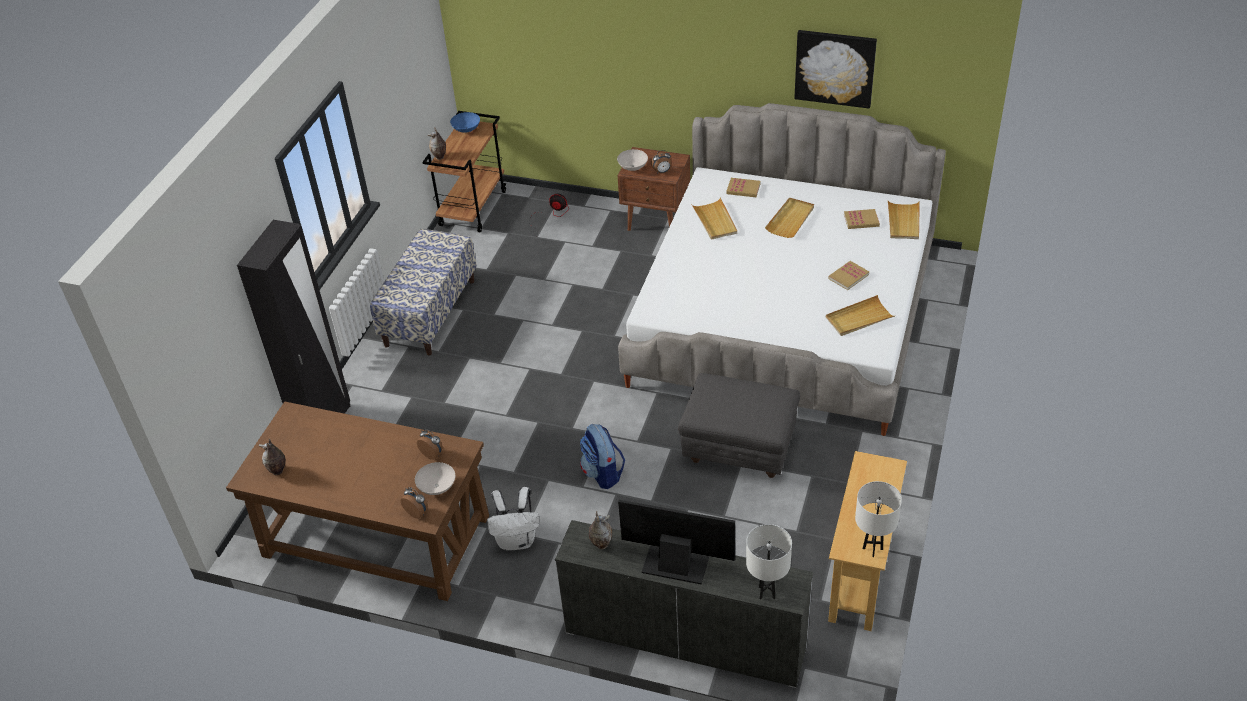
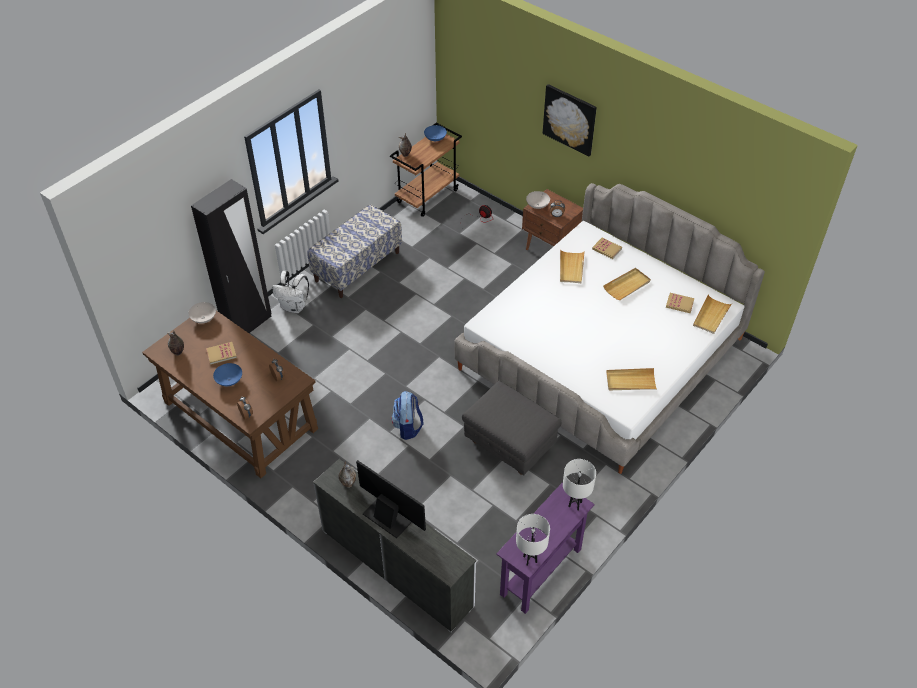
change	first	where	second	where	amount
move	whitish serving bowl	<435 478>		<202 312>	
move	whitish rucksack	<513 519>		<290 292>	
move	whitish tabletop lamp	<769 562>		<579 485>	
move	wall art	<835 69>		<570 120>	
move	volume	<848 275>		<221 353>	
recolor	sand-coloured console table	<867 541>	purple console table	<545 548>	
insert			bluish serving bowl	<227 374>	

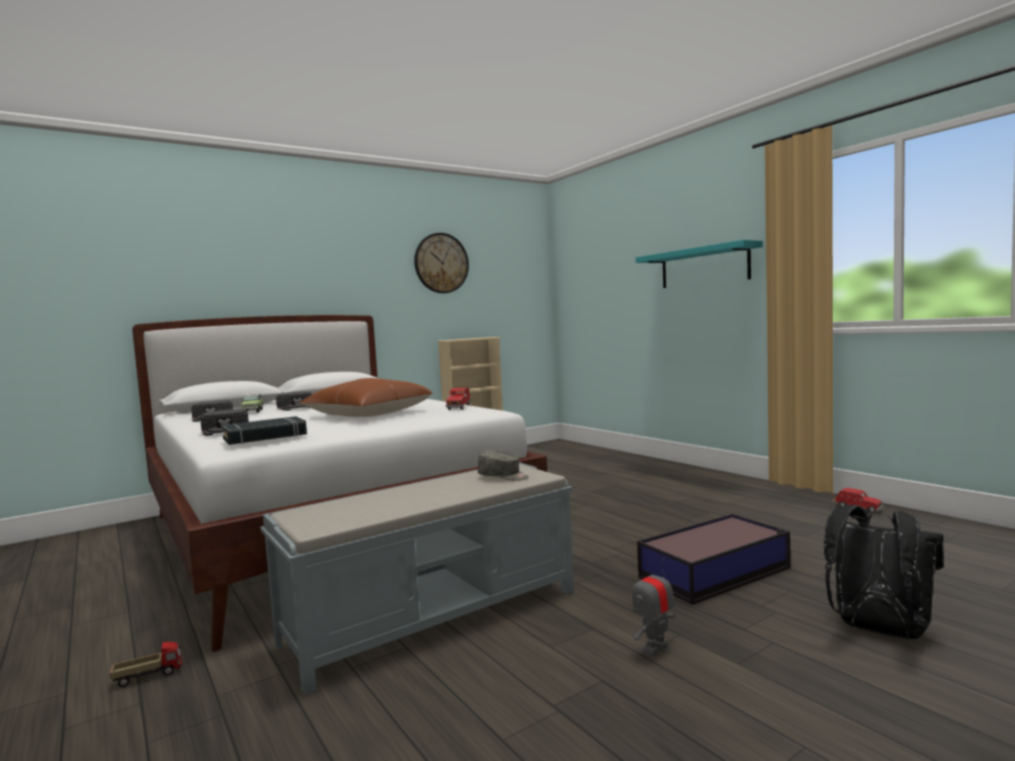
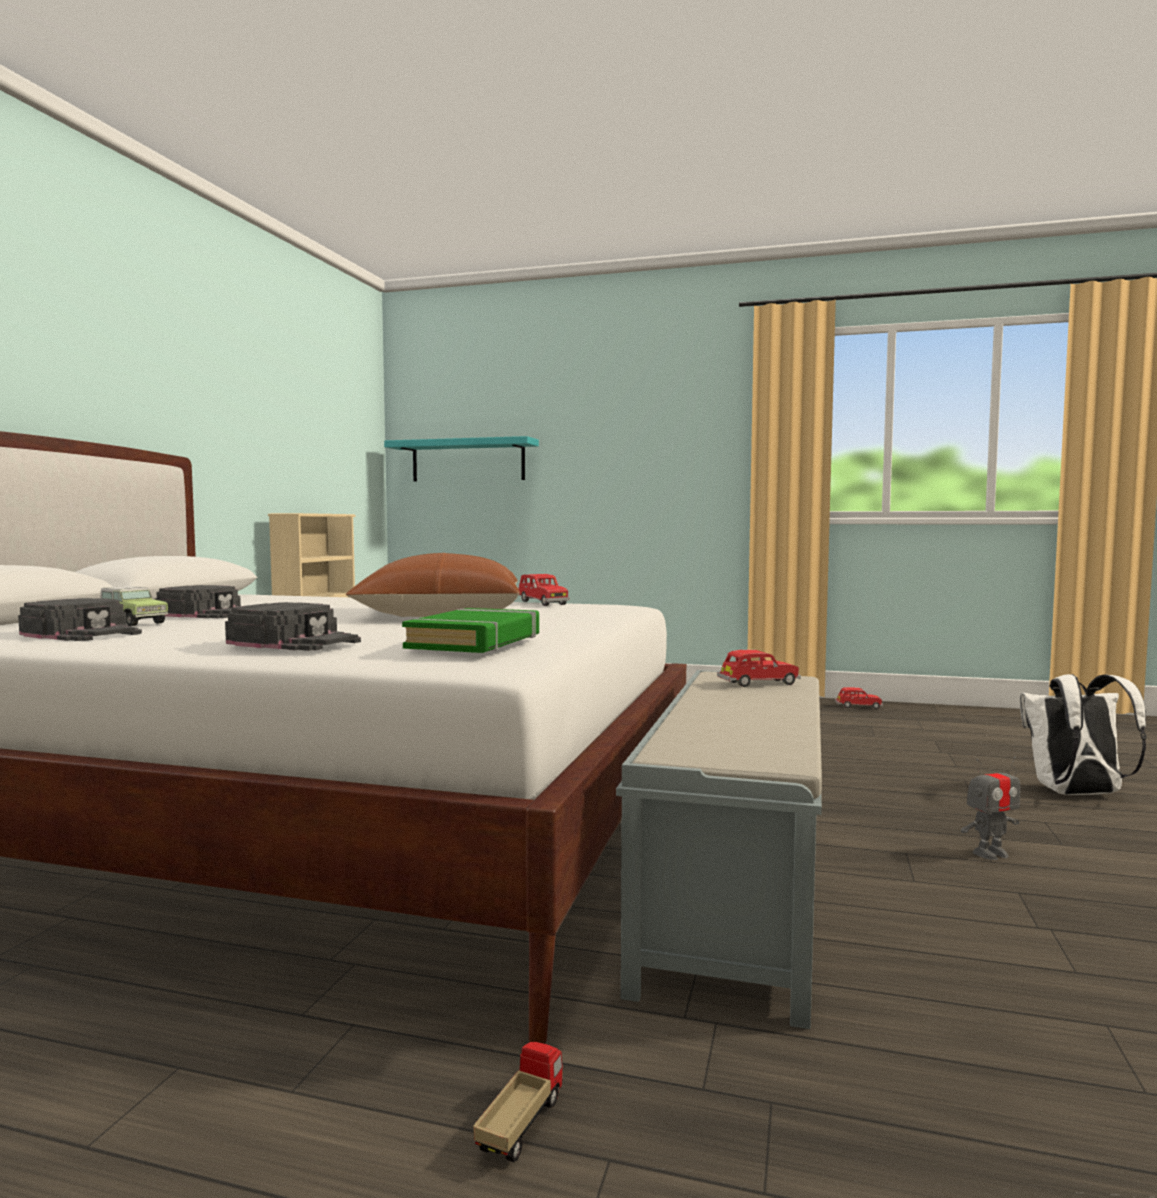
change	first	where	second	where	amount
recolor	black volume	<264 430>	green volume	<470 630>	
delete	wall clock	<441 263>			
replace	greyish cap	<503 466>	reddish toy car	<759 668>	
rotate	robot figure	<654 607>		<991 808>	120 degrees counterclockwise
move	blue-green shelf	<699 264>		<461 459>	
delete	storage container	<713 559>			
recolor	black rucksack	<884 572>	whitish rucksack	<1083 734>	

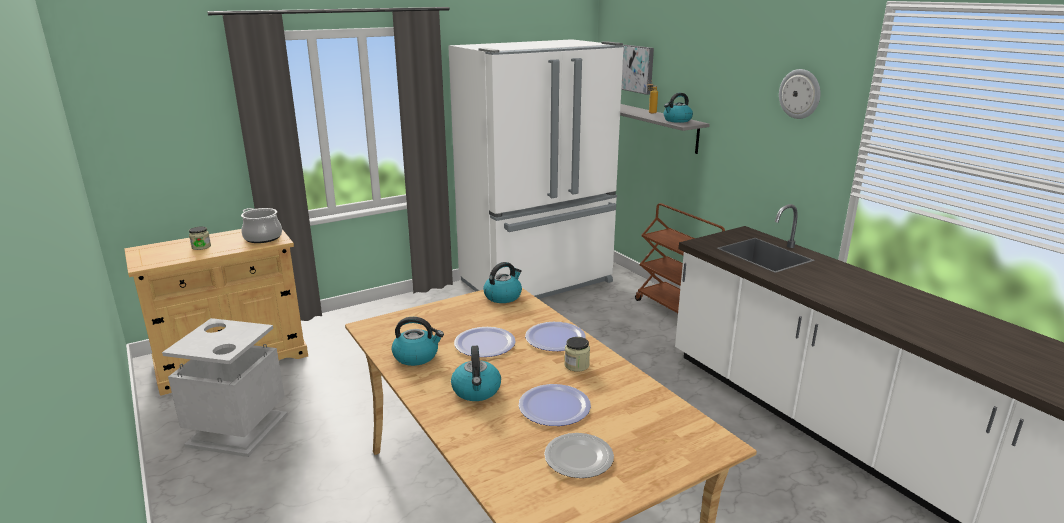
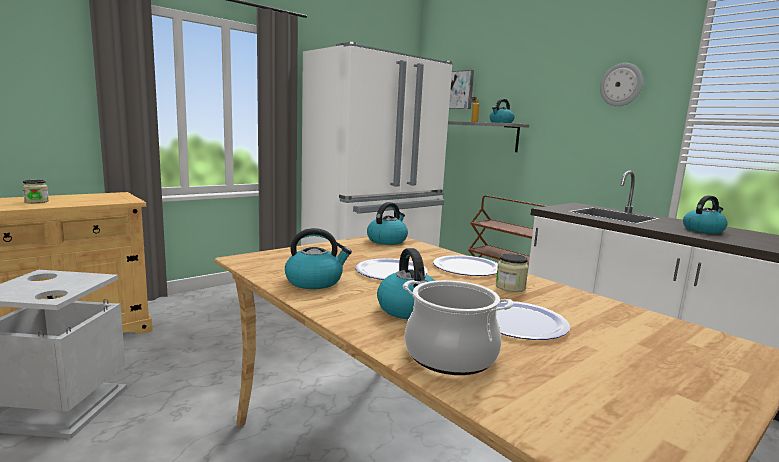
change	first	where	second	where	amount
move	stockpot	<261 225>		<458 327>	
delete	flat dish	<579 455>			
insert			water kettle	<705 214>	

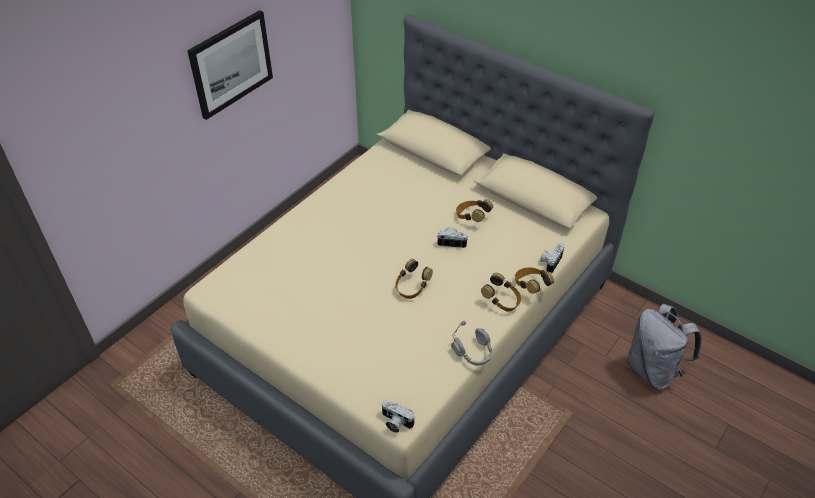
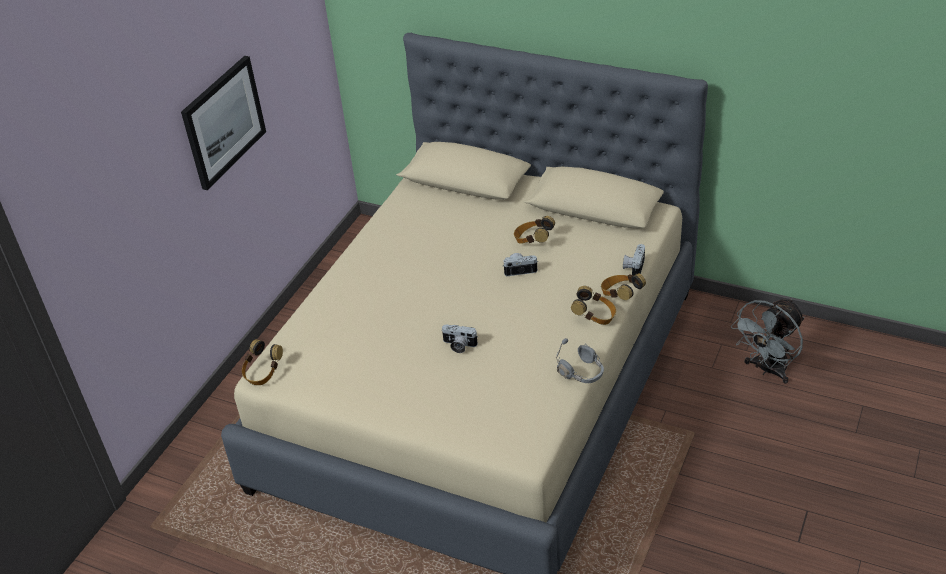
change	first	where	second	where	amount
move	still camera	<398 416>		<459 338>	
move	headset	<414 279>		<262 362>	
replace	greyish rucksack	<664 347>	greyish cooling fan	<768 341>	

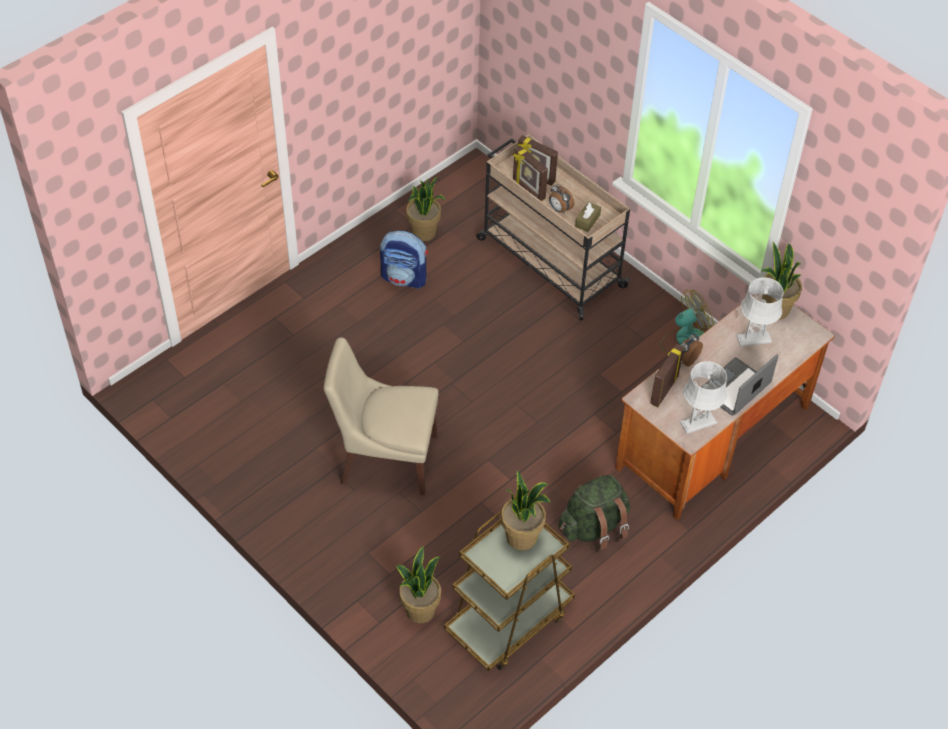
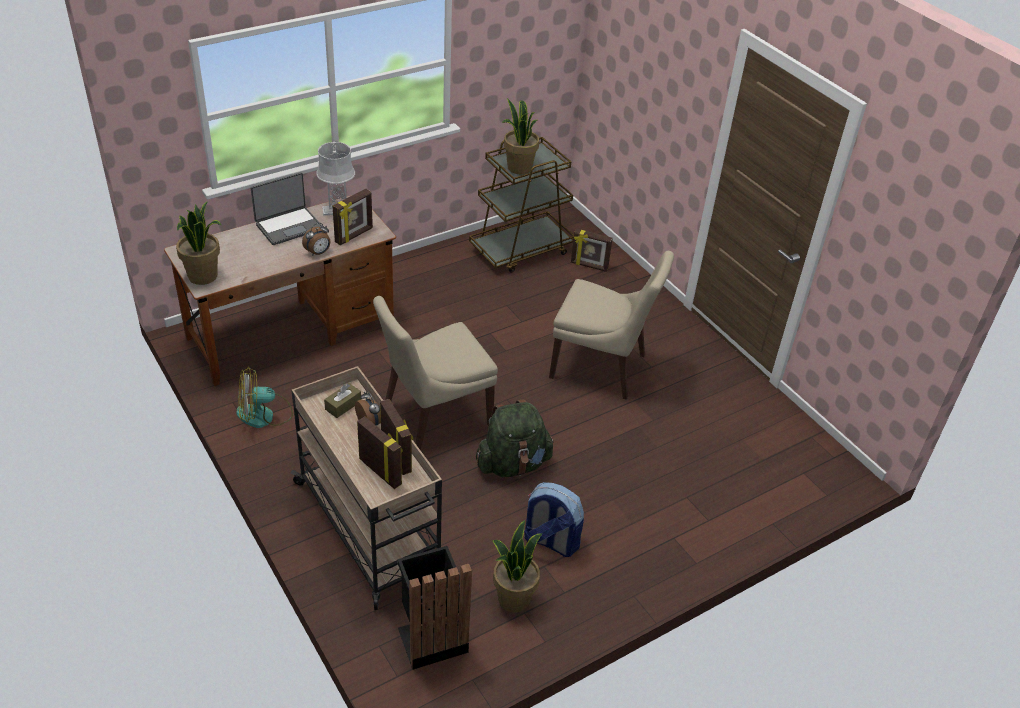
change	first	where	second	where	amount
replace	plant in a pot	<418 584>	standing frame	<592 250>	
move	green rucksack	<594 513>		<515 438>	
delete	greyish tabletop lamp	<760 312>			
insert			sand-coloured plain chair	<435 373>	
insert			black waste bin	<435 607>	

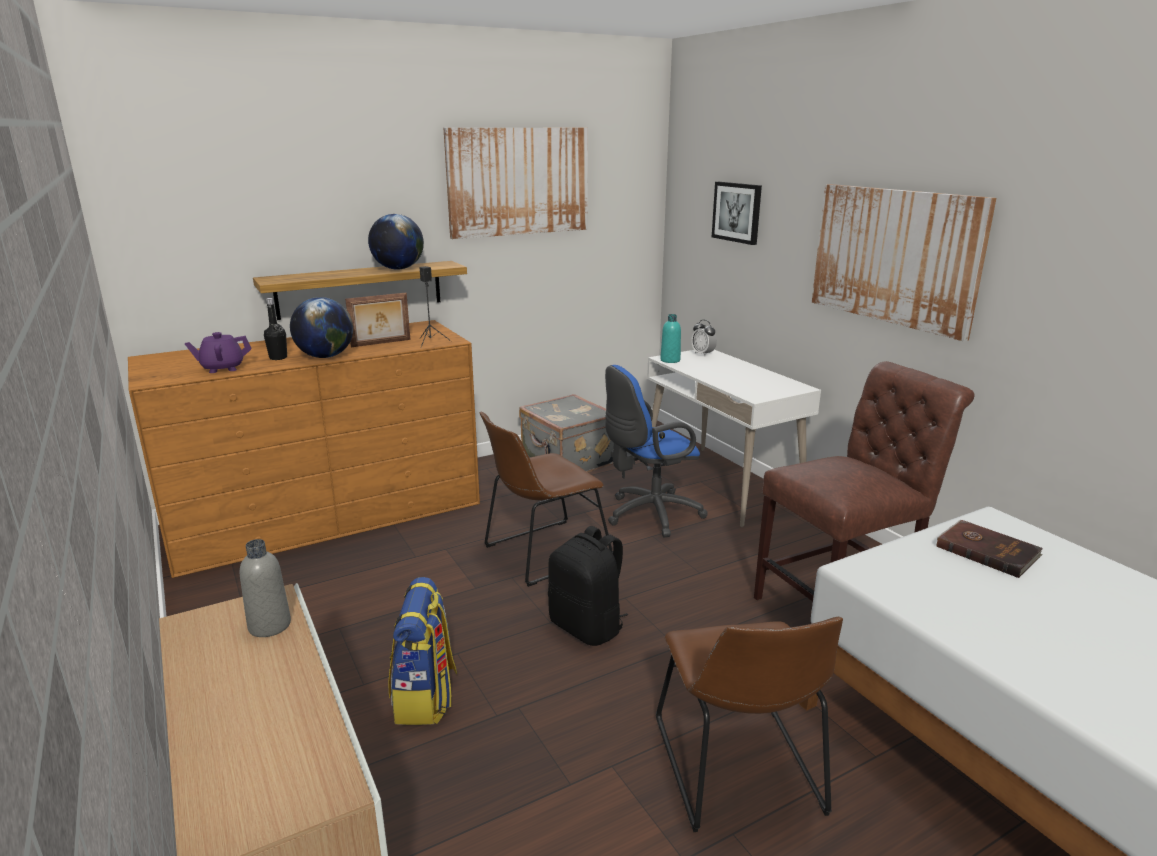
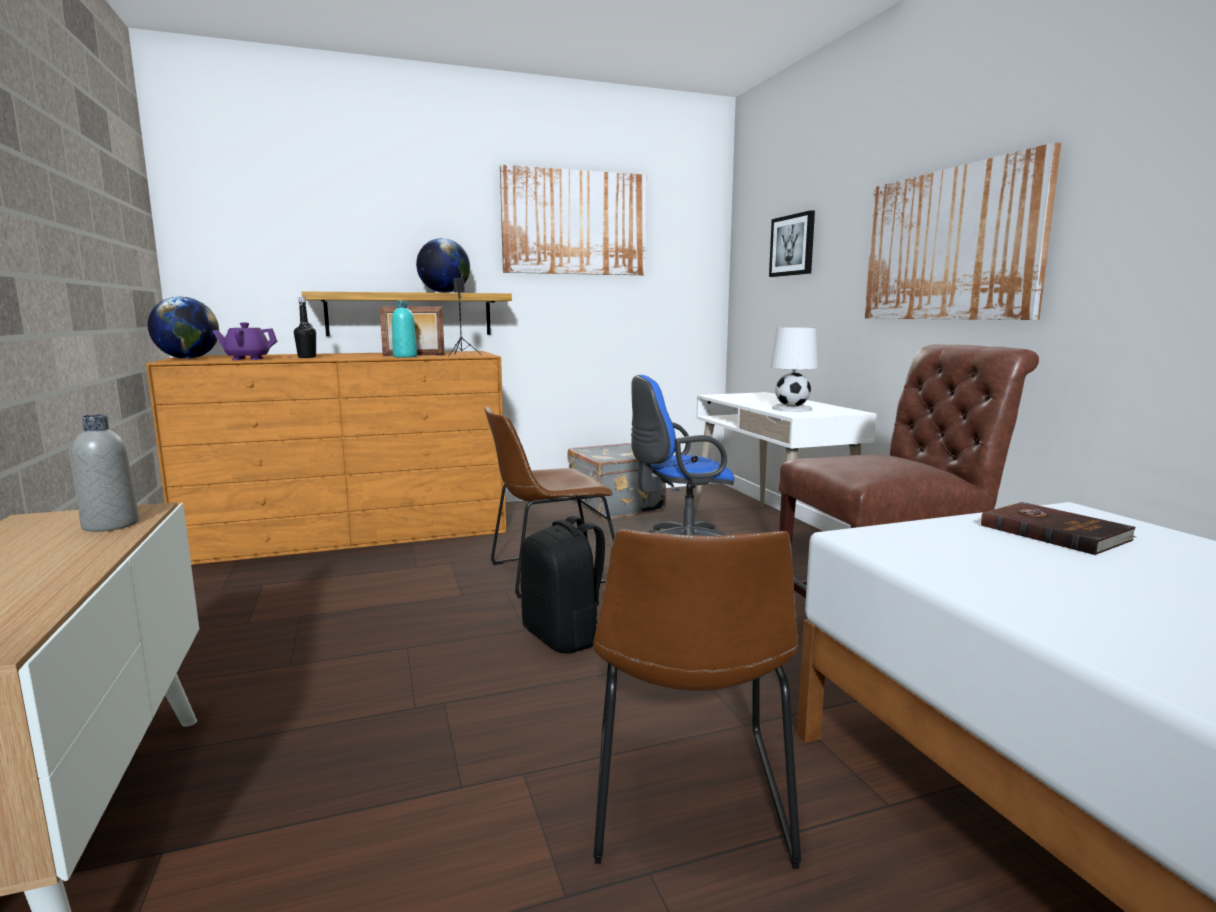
change	first	where	second	where	amount
move	world globe	<321 327>		<183 327>	
delete	rucksack	<422 651>			
move	blue-green drink bottle	<670 338>		<404 329>	
delete	bedside clock	<704 338>			
insert			whitish tabletop lamp	<794 369>	

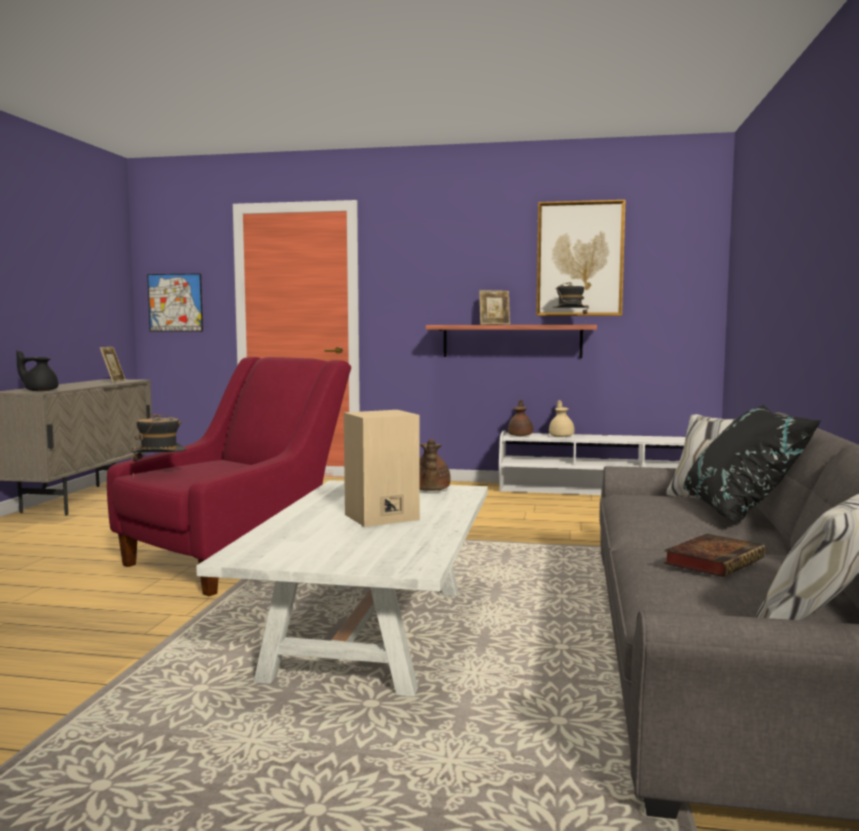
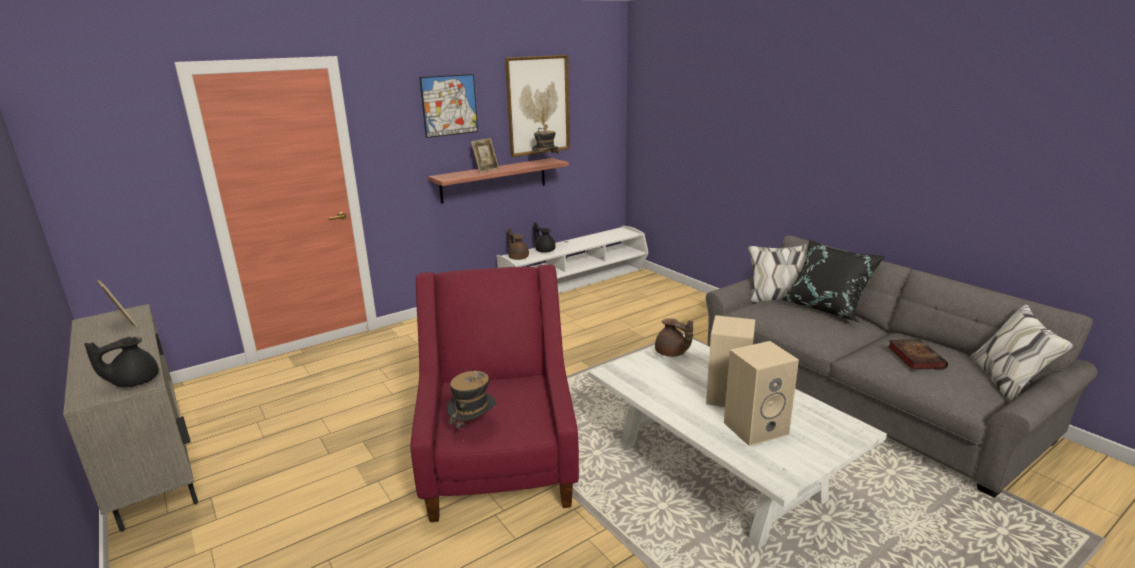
change	first	where	second	where	amount
move	wall art	<175 302>		<448 106>	
recolor	sand-coloured teapot	<562 418>	black teapot	<544 237>	
insert			sand-coloured speaker	<761 393>	

